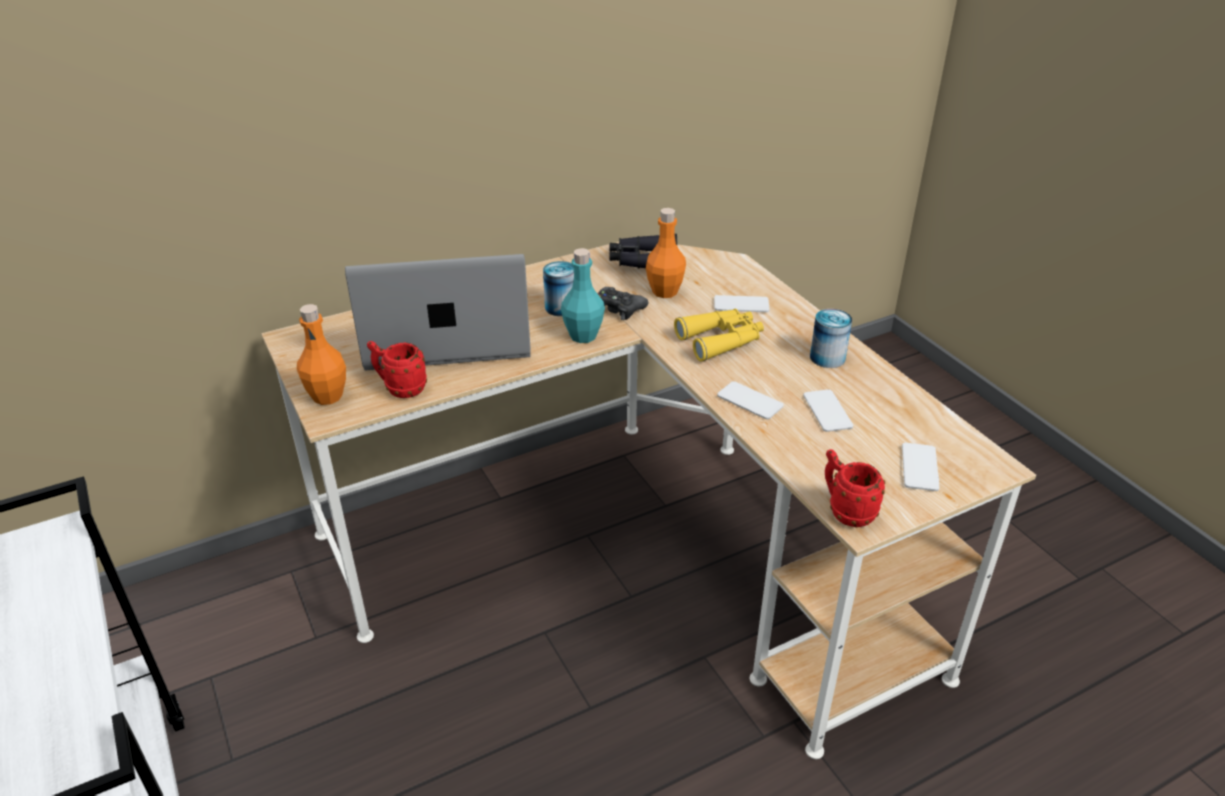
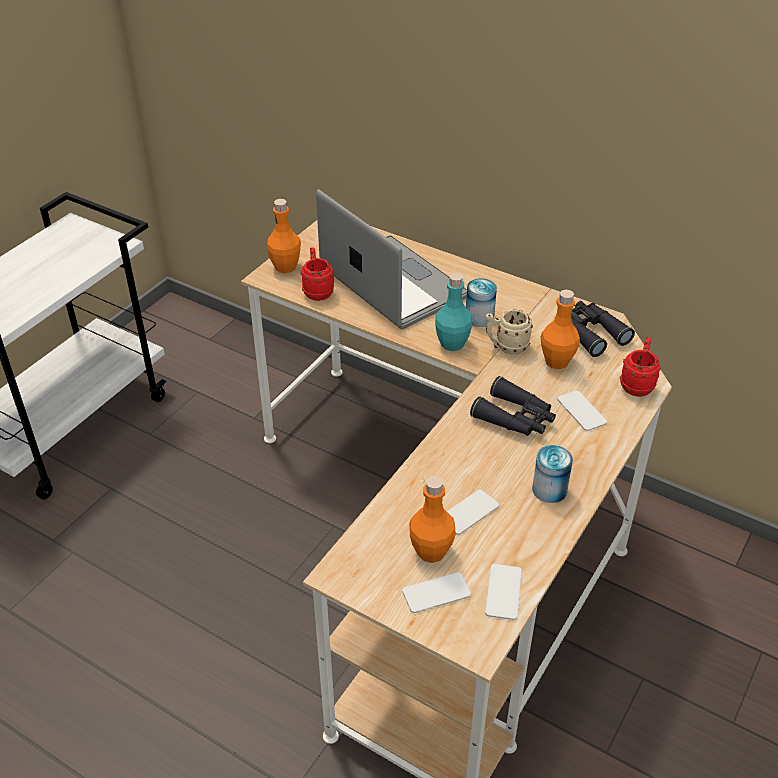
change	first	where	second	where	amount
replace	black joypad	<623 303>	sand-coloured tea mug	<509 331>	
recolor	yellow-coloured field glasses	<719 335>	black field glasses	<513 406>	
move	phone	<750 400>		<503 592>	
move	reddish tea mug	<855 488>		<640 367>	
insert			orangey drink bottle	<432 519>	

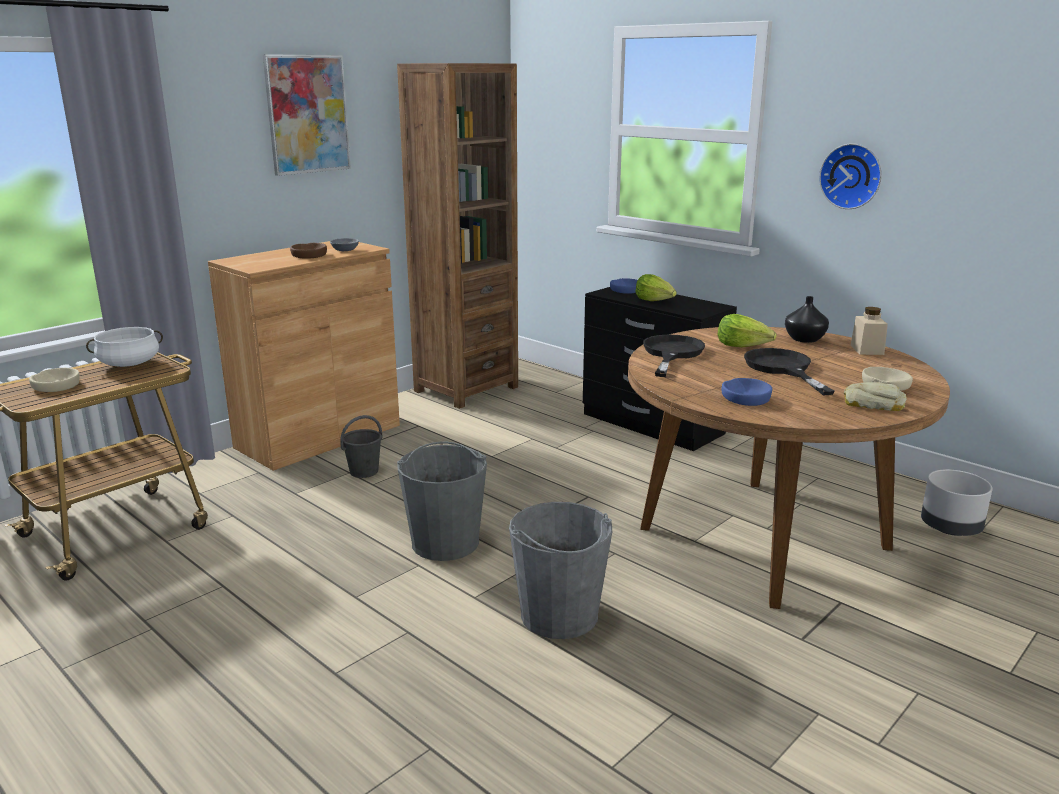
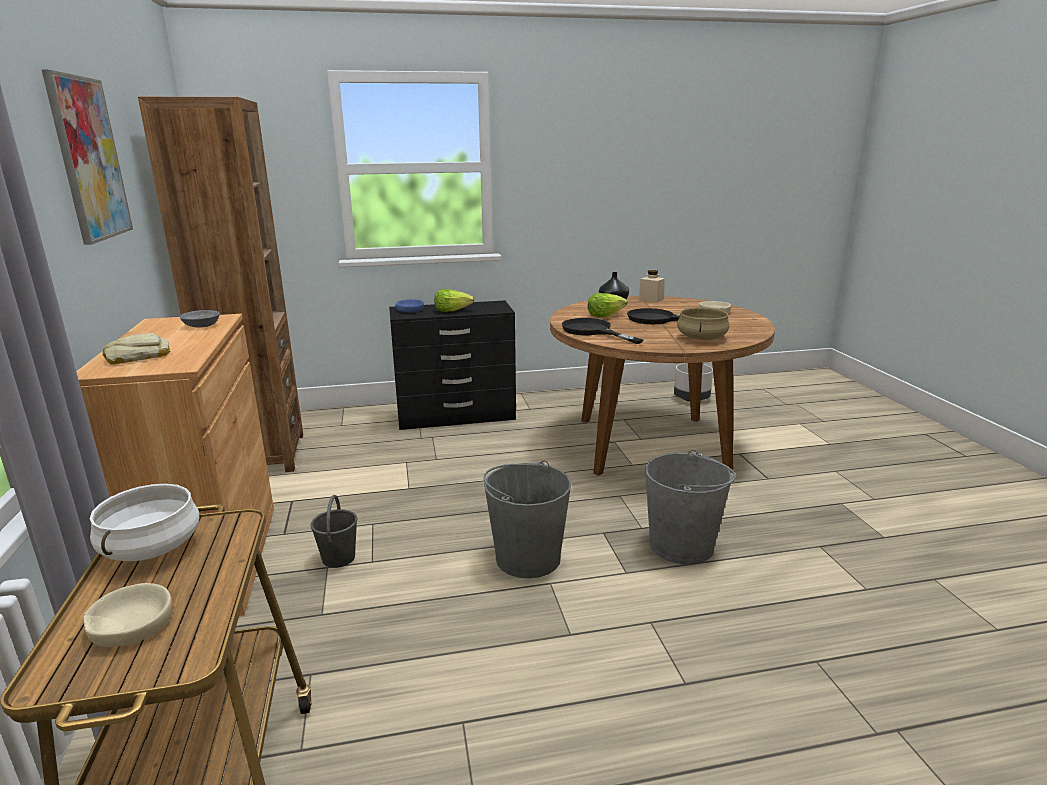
change	first	where	second	where	amount
delete	brownish serving bowl	<308 251>			
replace	bluish serving bowl	<746 392>	sand-coloured stockpot	<703 323>	
delete	wall clock	<850 176>			
move	baked bread	<875 396>		<136 349>	

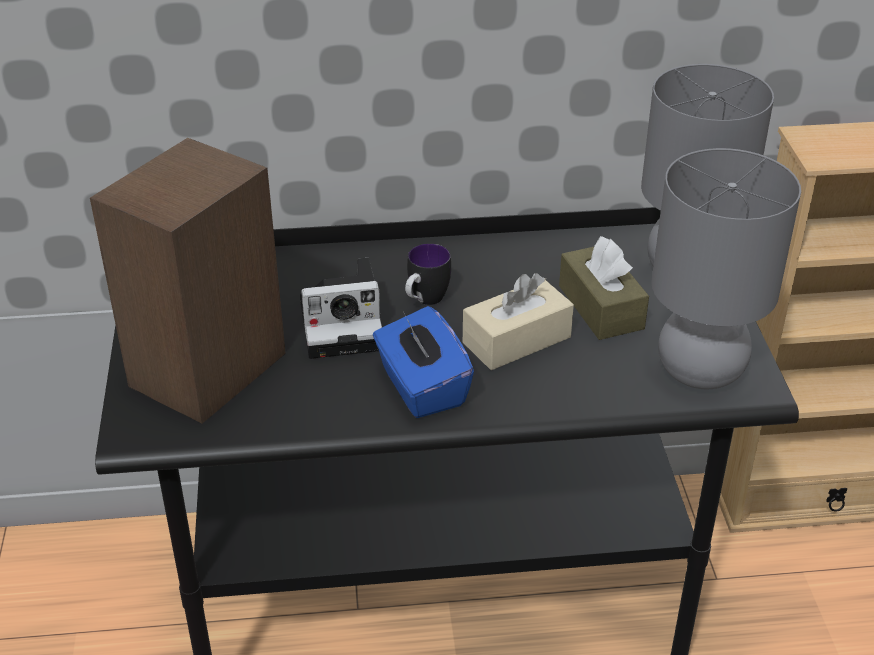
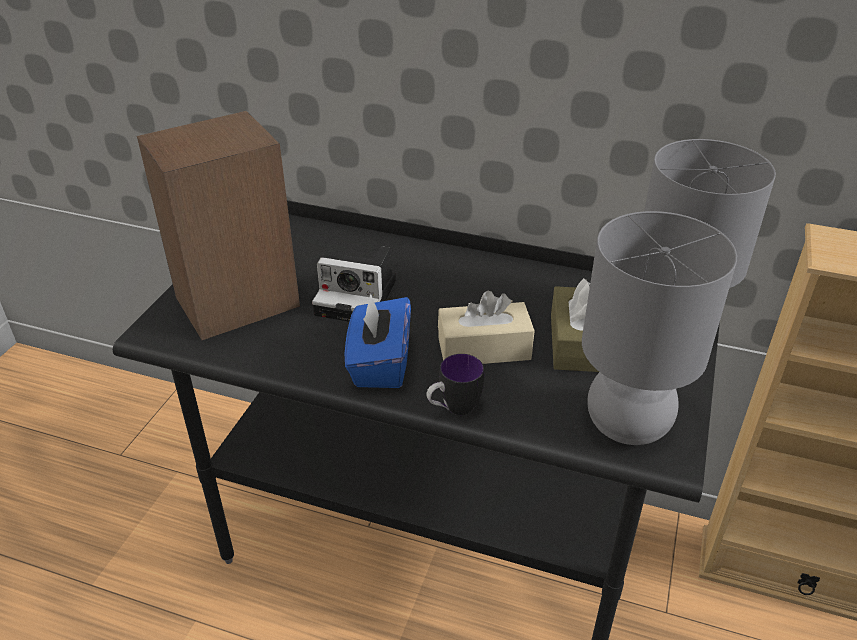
change	first	where	second	where	amount
move	tea mug	<428 274>		<455 384>	

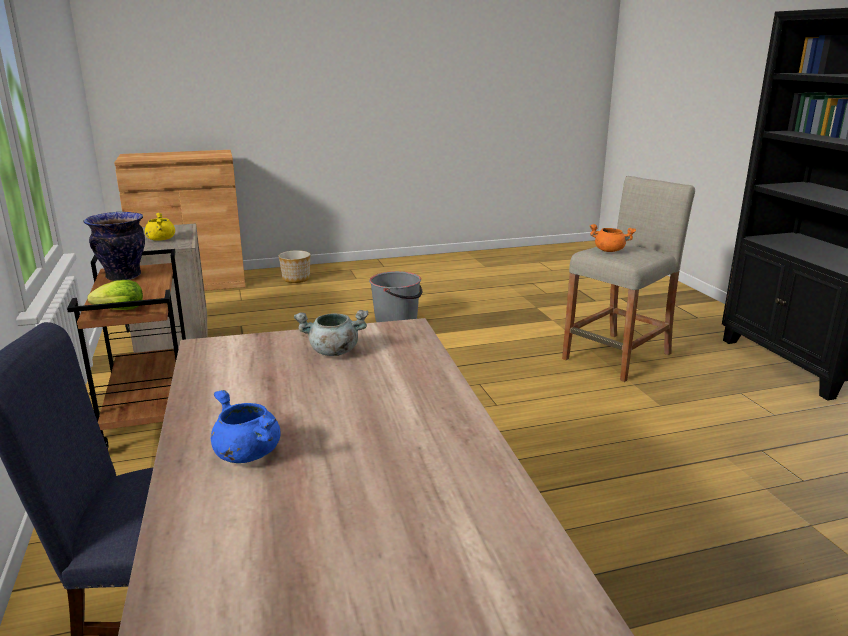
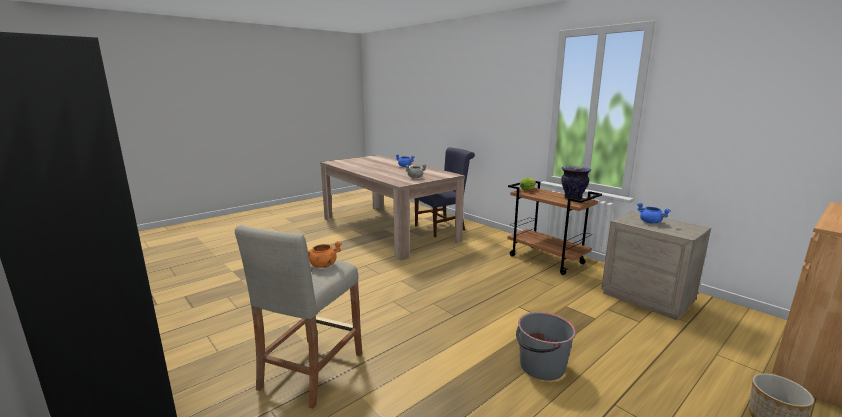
change	first	where	second	where	amount
recolor	yellow-coloured stockpot	<160 226>	bluish stockpot	<654 213>	

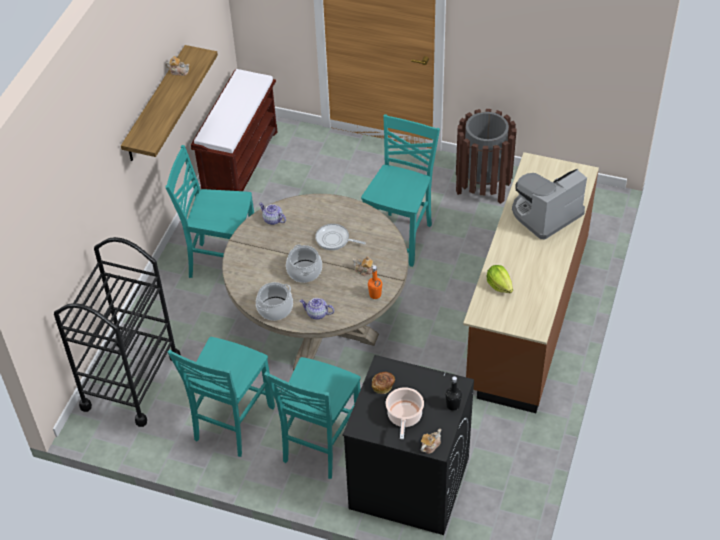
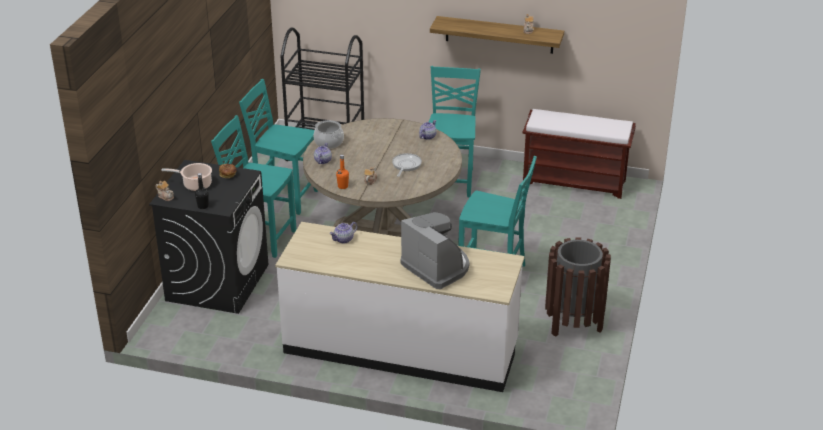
change	first	where	second	where	amount
delete	stockpot	<304 263>			
recolor	brownish kitchen counter	<531 282>	whitish kitchen counter	<400 307>	
replace	head of lettuce	<500 279>	teapot	<343 233>	

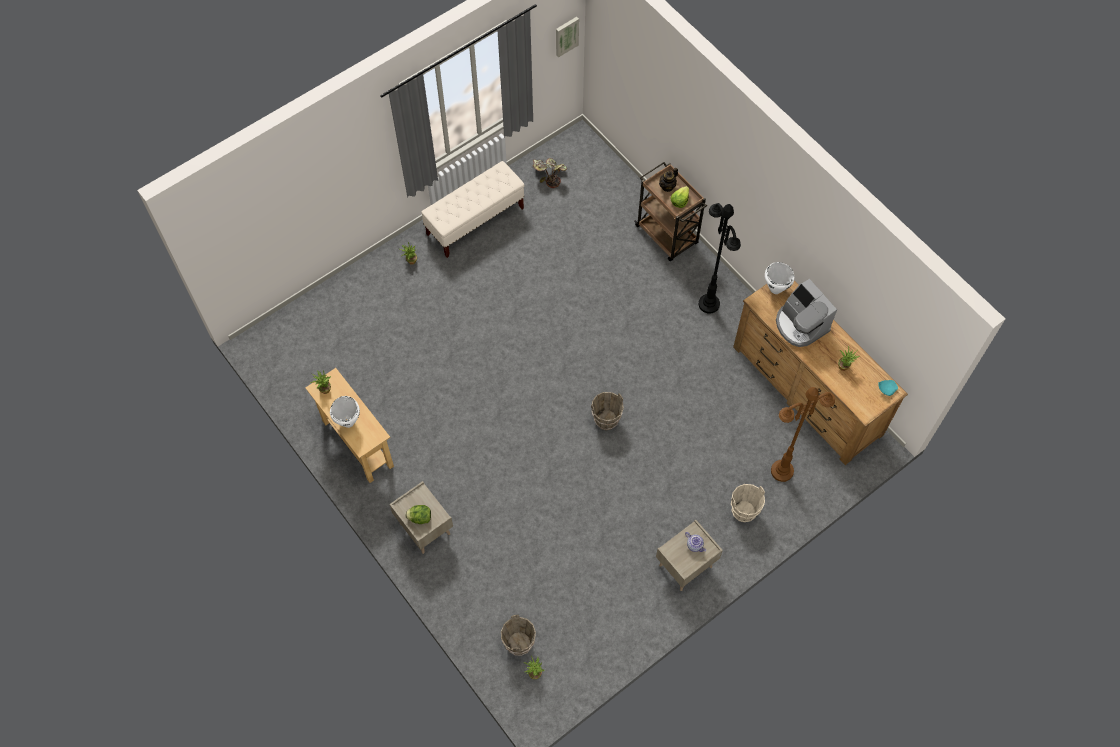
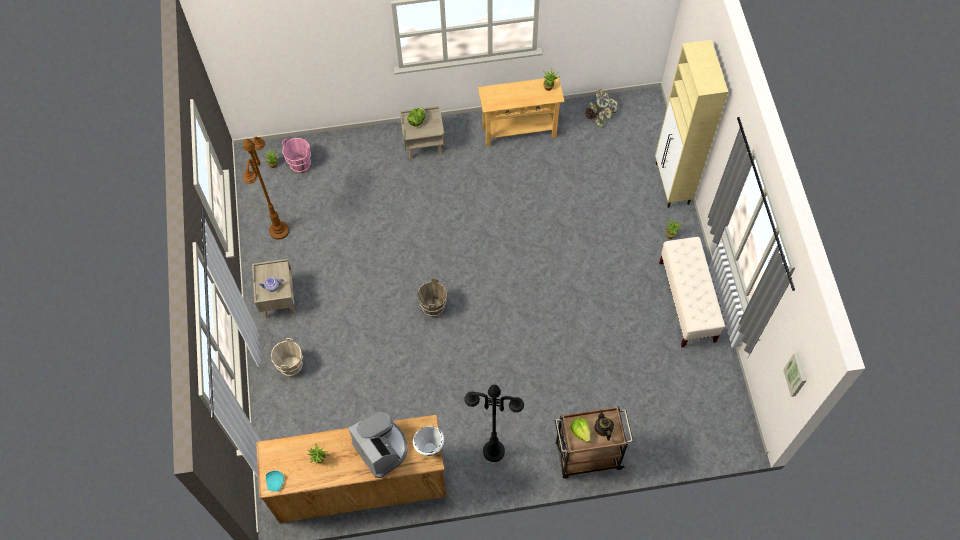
change	first	where	second	where	amount
delete	whitish stockpot	<345 412>			
recolor	brownish water bucket	<518 635>	pinkish water bucket	<296 155>	
move	plant in a pot	<550 173>		<601 108>	
move	brownish standing lamp	<803 434>		<266 188>	
rotate	coffee machine	<806 313>		<378 445>	60 degrees clockwise
insert			sand-coloured storage cabinet	<691 124>	

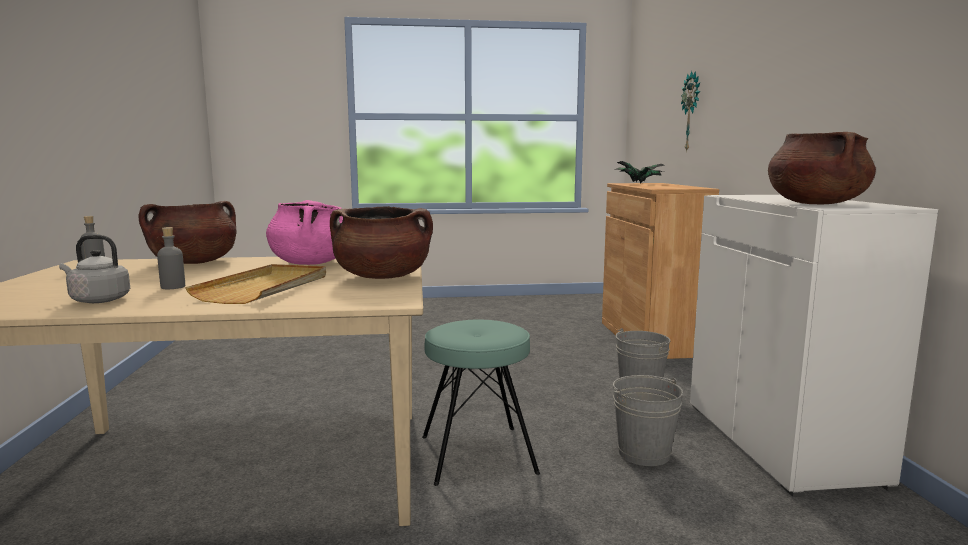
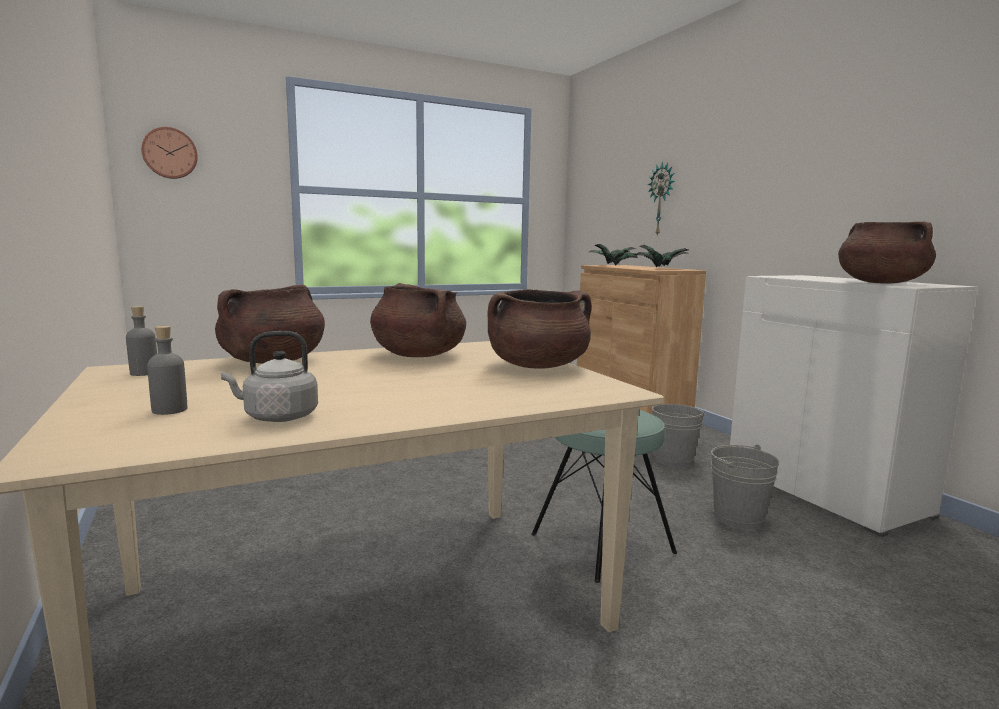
change	first	where	second	where	amount
move	greyish drink bottle	<171 258>		<167 370>	
delete	sand-coloured serving tray	<255 284>			
recolor	pinkish stockpot	<304 232>	brownish stockpot	<418 320>	
insert			wall clock	<169 153>	
insert			plant in a pot	<662 256>	

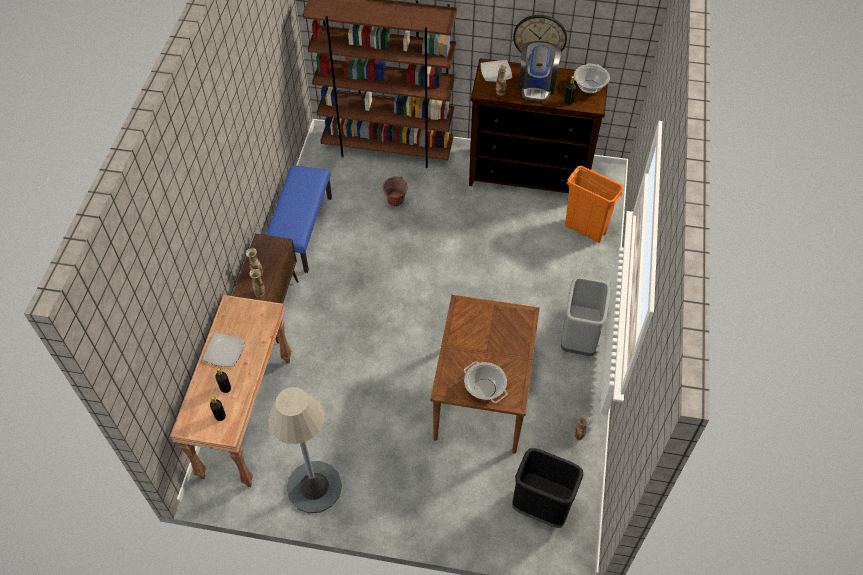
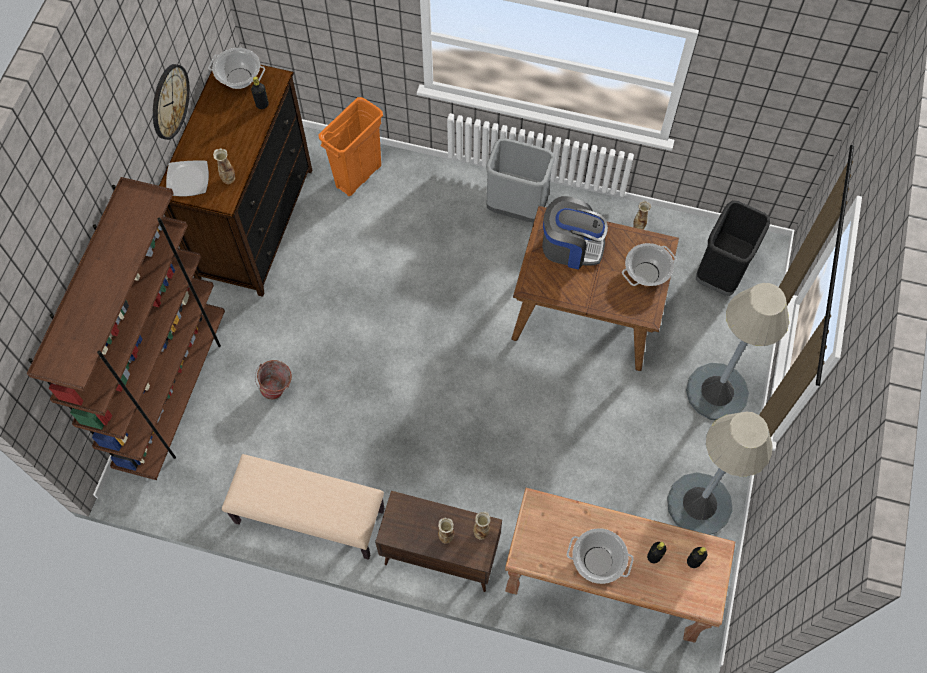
change	first	where	second	where	amount
replace	flat dish	<224 350>	stockpot	<600 556>	
recolor	bluish long seat	<299 219>	sand-coloured long seat	<303 507>	
move	coffee machine	<540 71>		<575 233>	
insert			greyish standing lamp	<737 351>	

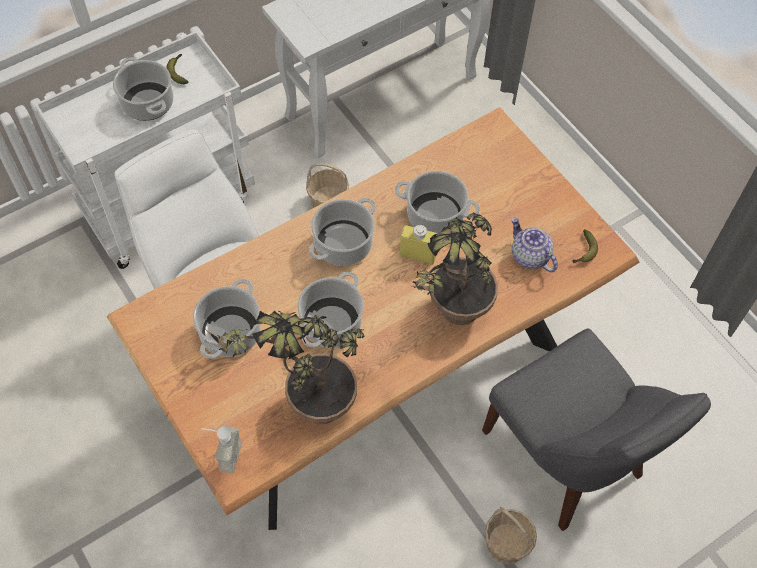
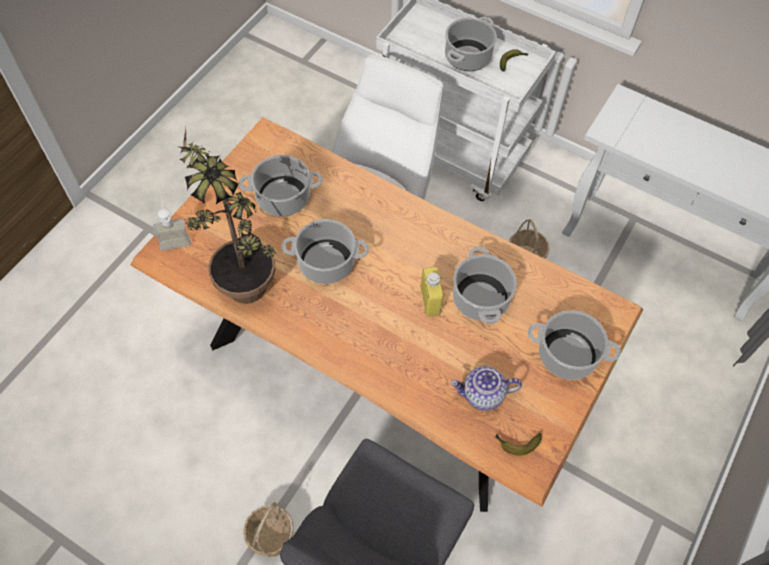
change	first	where	second	where	amount
move	stockpot	<342 232>		<574 345>	
delete	plant in a pot	<455 269>			
rotate	teapot	<534 244>		<486 388>	120 degrees counterclockwise

